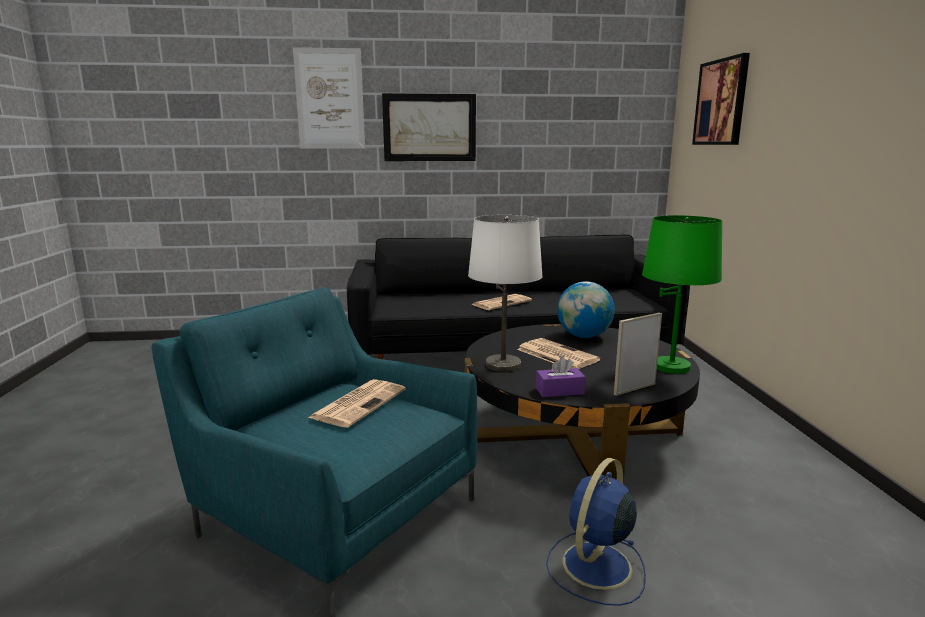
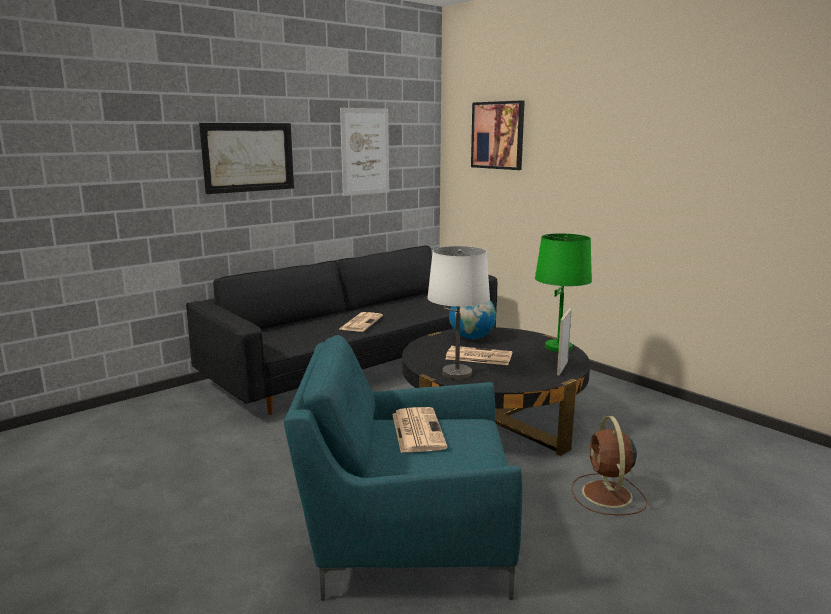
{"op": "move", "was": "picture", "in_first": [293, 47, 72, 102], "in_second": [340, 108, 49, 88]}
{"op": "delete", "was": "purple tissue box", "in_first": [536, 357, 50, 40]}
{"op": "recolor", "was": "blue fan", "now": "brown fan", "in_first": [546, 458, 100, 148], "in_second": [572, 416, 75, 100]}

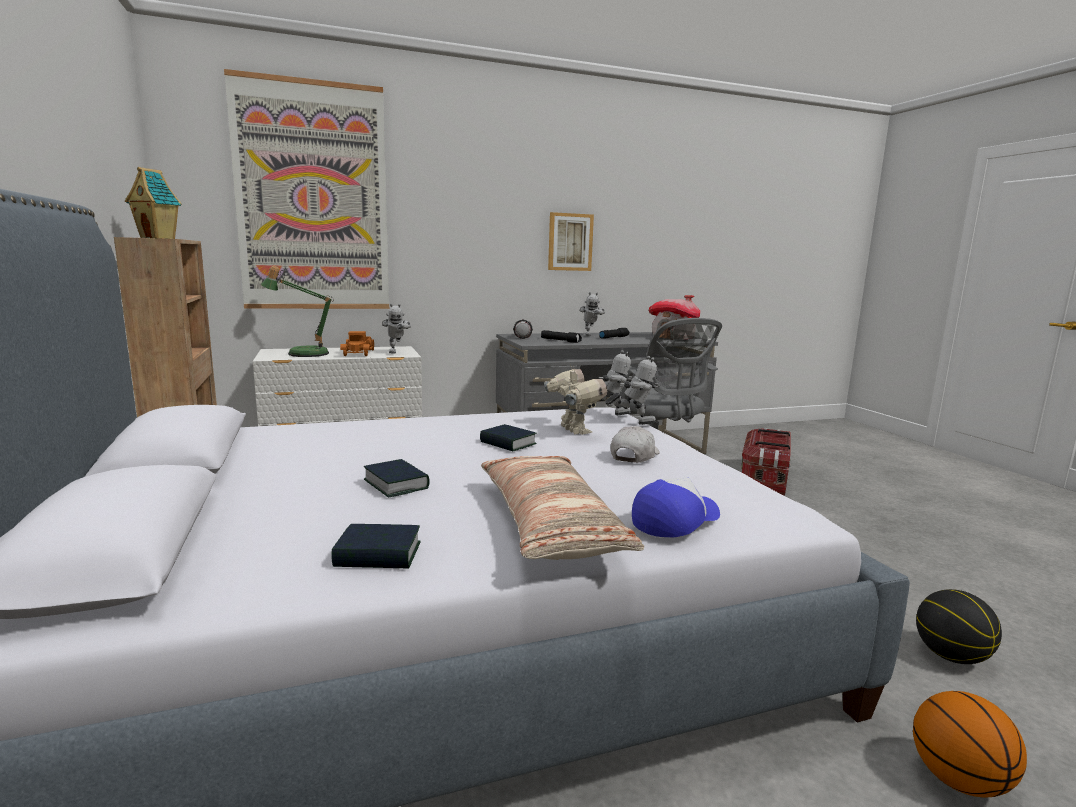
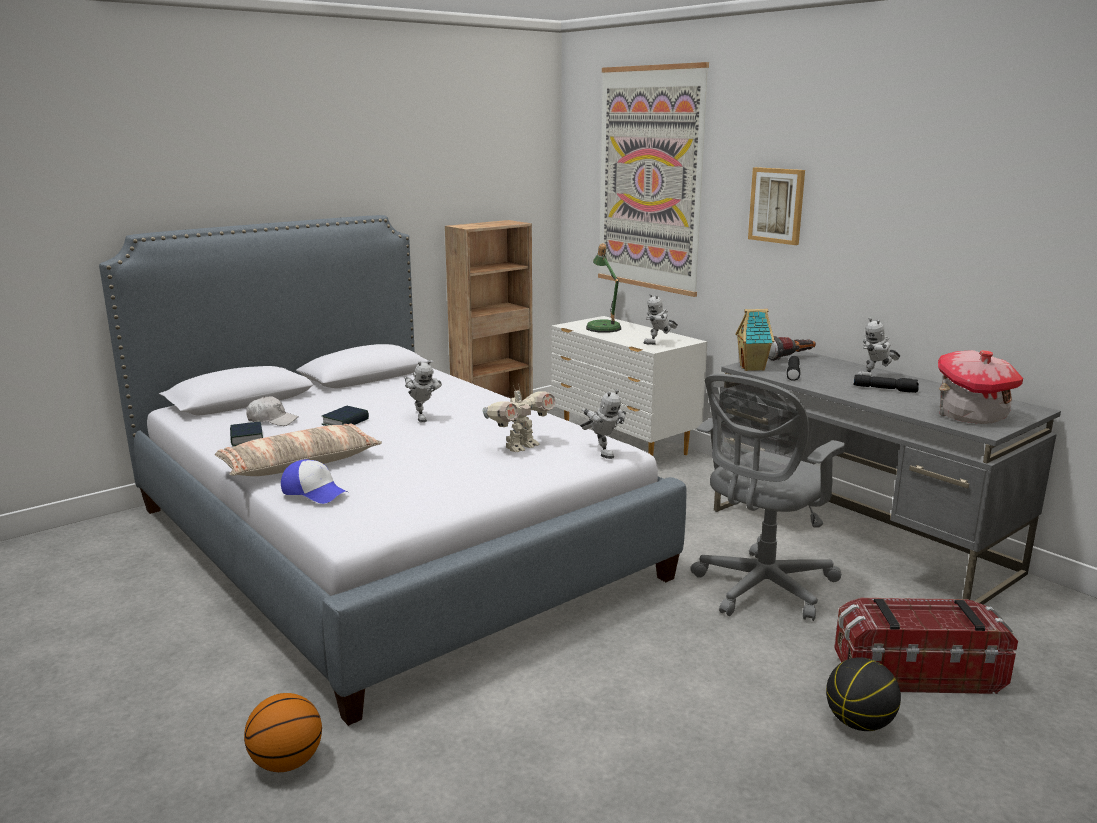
{"op": "move", "was": "toy house", "in_first": [125, 167, 57, 72], "in_second": [735, 309, 39, 62]}
{"op": "move", "was": "picture", "in_first": [548, 212, 46, 59], "in_second": [748, 167, 57, 78]}
{"op": "delete", "was": "toy truck", "in_first": [340, 331, 34, 25]}
{"op": "move", "was": "toy robot", "in_first": [605, 356, 55, 69], "in_second": [405, 360, 37, 62]}
{"op": "delete", "was": "book", "in_first": [480, 424, 56, 27]}
{"op": "move", "was": "white cap", "in_first": [611, 426, 49, 37], "in_second": [246, 396, 53, 30]}
{"op": "move", "was": "basketball", "in_first": [916, 589, 86, 75], "in_second": [826, 657, 75, 74]}

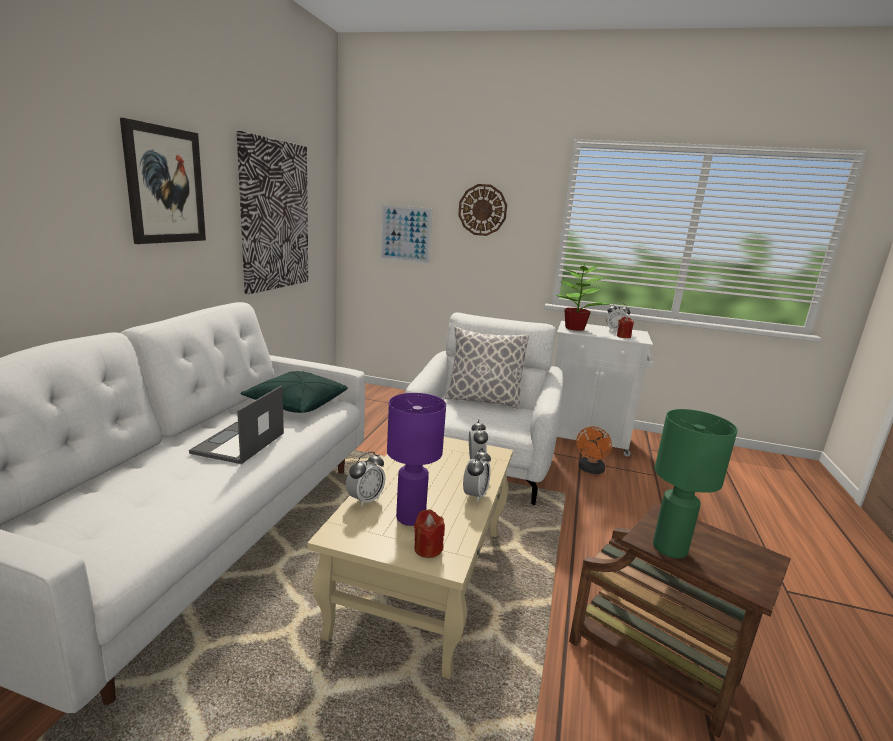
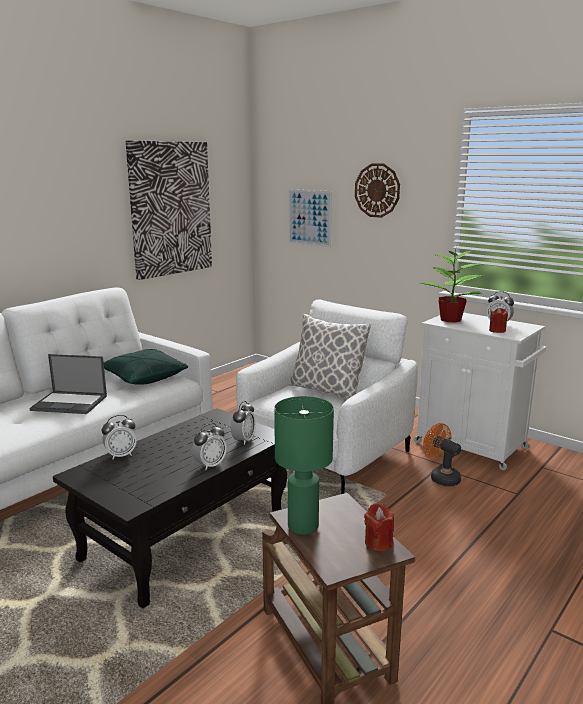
{"op": "delete", "was": "picture", "in_first": [120, 118, 86, 126]}
{"op": "rotate", "was": "laptop", "in_first": [189, 386, 95, 78], "in_second": [30, 354, 77, 60], "clockwise": -120}
{"op": "delete", "was": "purple table lamp", "in_first": [387, 393, 59, 133]}
{"op": "rotate", "was": "orange fan", "in_first": [576, 426, 36, 48], "in_second": [423, 423, 38, 63], "clockwise": 90}
{"op": "recolor", "was": "beige coffee table", "now": "black coffee table", "in_first": [308, 437, 205, 242], "in_second": [53, 408, 234, 201]}
{"op": "move", "was": "red candle", "in_first": [414, 509, 31, 49], "in_second": [364, 503, 30, 48]}

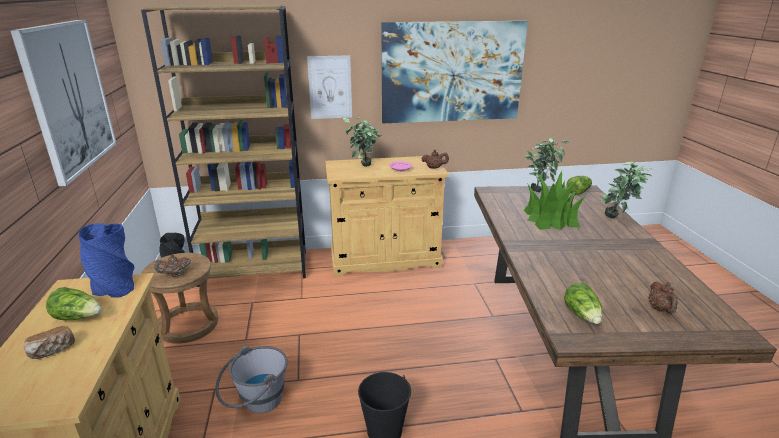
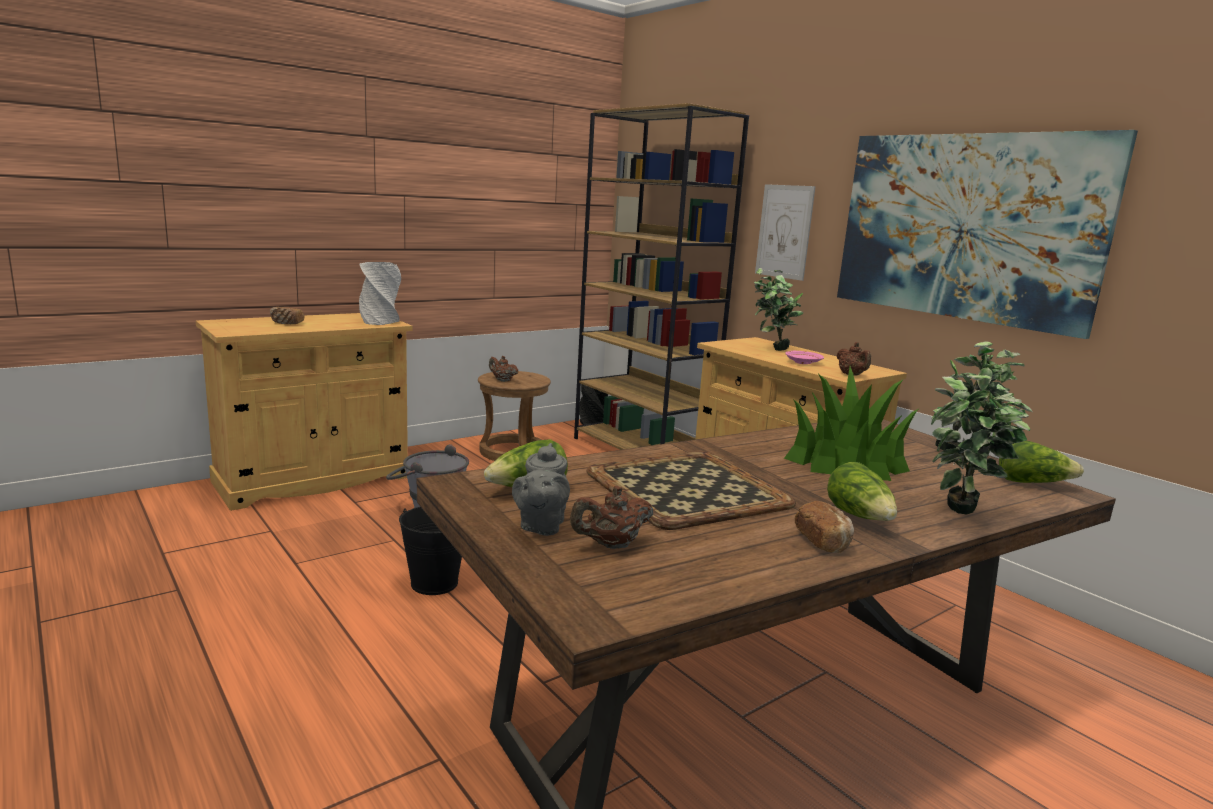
{"op": "delete", "was": "picture", "in_first": [10, 20, 107, 167]}
{"op": "recolor", "was": "blue vase", "now": "grey vase", "in_first": [79, 223, 55, 74], "in_second": [359, 262, 42, 63]}
{"op": "move", "was": "lettuce", "in_first": [46, 287, 56, 33], "in_second": [827, 462, 70, 59]}
{"op": "insert", "now": "grey teapot", "in_second": [512, 443, 58, 93]}
{"op": "insert", "now": "tray", "in_second": [586, 451, 210, 79]}
{"op": "insert", "now": "bread", "in_second": [795, 501, 59, 52]}

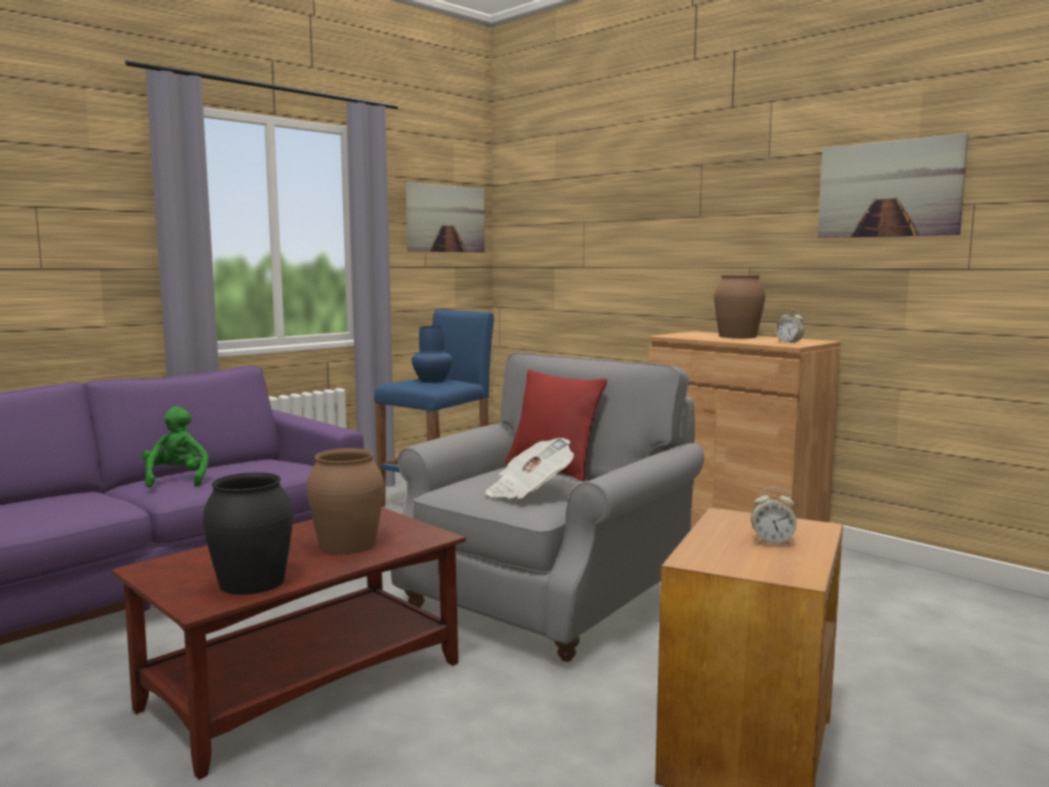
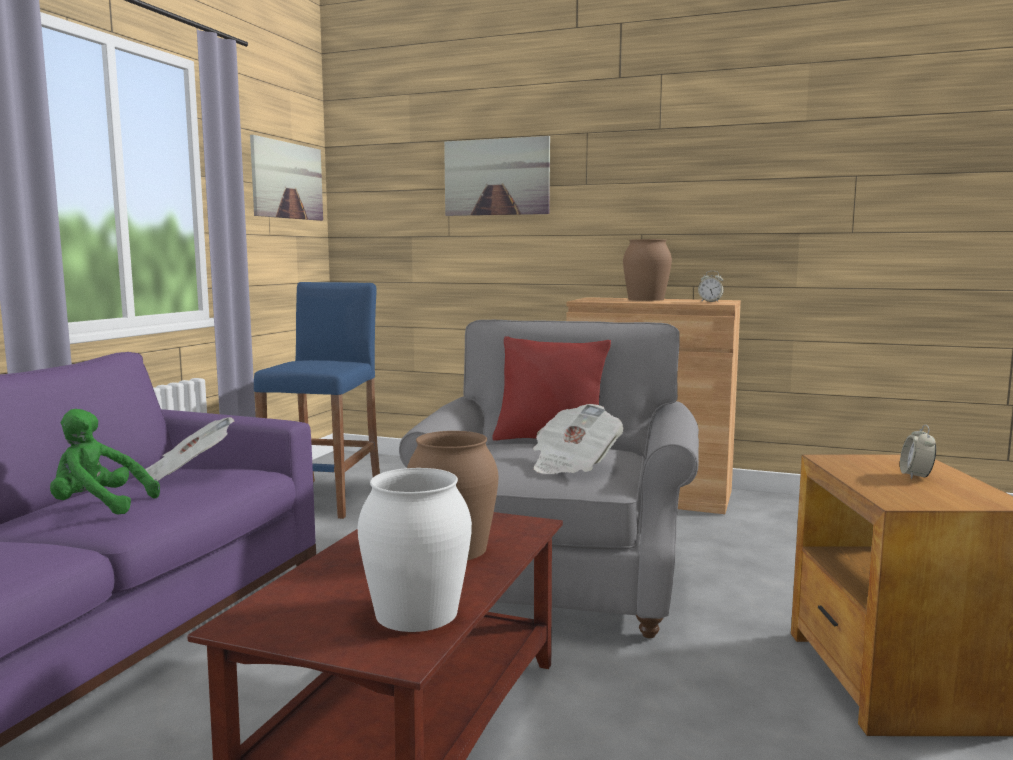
{"op": "move", "was": "picture", "in_first": [817, 133, 152, 105], "in_second": [444, 136, 106, 80]}
{"op": "delete", "was": "blue vase", "in_first": [412, 326, 41, 57]}
{"op": "rotate", "was": "green plush toy", "in_first": [142, 406, 66, 82], "in_second": [50, 409, 110, 106], "clockwise": -45}
{"op": "recolor", "was": "black vase", "now": "white vase", "in_first": [203, 472, 90, 123], "in_second": [357, 468, 115, 164]}
{"op": "rotate", "was": "alarm clock", "in_first": [751, 487, 46, 58], "in_second": [900, 425, 36, 54], "clockwise": 120}
{"op": "insert", "now": "newspaper", "in_second": [145, 417, 89, 64]}

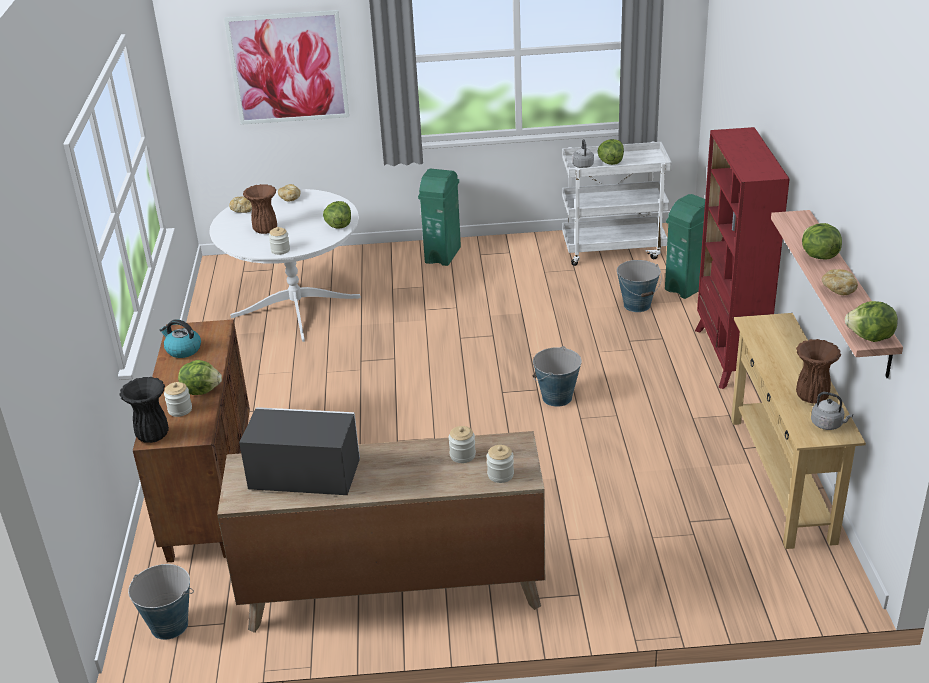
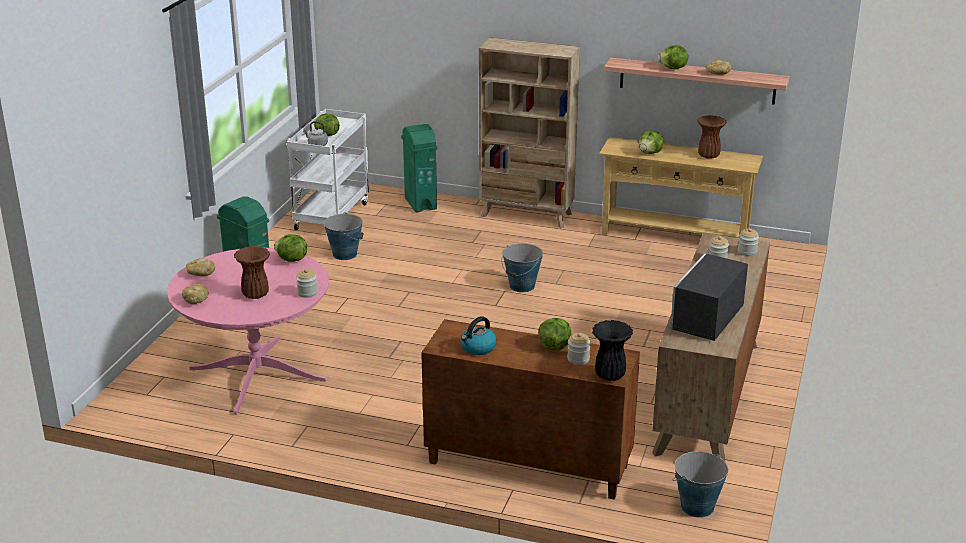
{"op": "delete", "was": "picture", "in_first": [224, 10, 125, 115]}
{"op": "recolor", "was": "red bookcase", "now": "beige bookcase", "in_first": [695, 127, 95, 262], "in_second": [479, 37, 101, 191]}
{"op": "recolor", "was": "white dining table", "now": "pink dining table", "in_first": [209, 189, 152, 153], "in_second": [167, 248, 162, 167]}
{"op": "move", "was": "bucket", "in_first": [617, 260, 45, 52], "in_second": [324, 212, 40, 48]}
{"op": "move", "was": "lettuce", "in_first": [845, 301, 53, 41], "in_second": [639, 130, 25, 24]}
{"op": "delete", "was": "grey kettle", "in_first": [811, 392, 42, 38]}

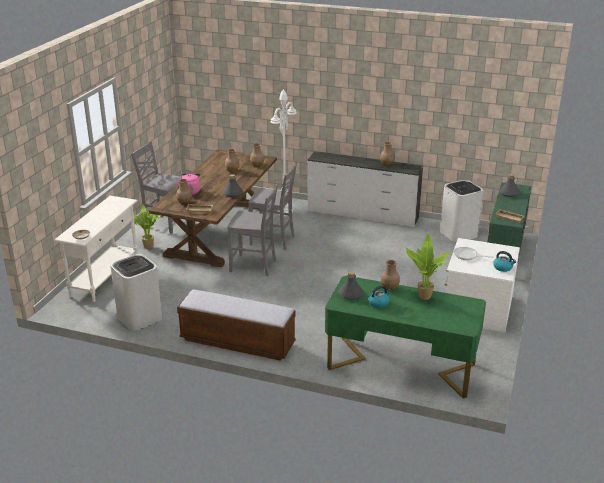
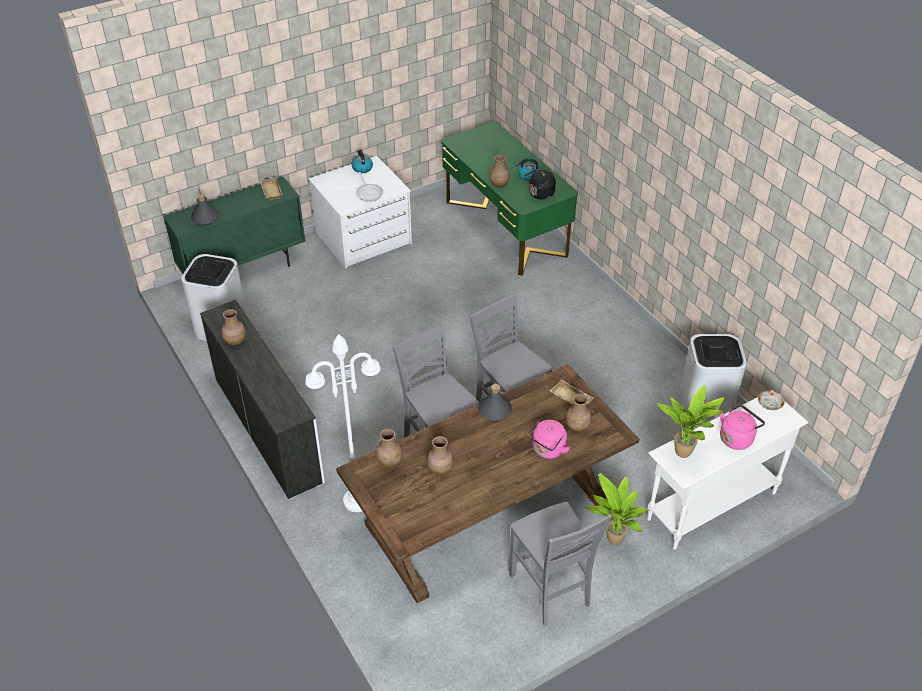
{"op": "move", "was": "potted plant", "in_first": [406, 234, 43, 66], "in_second": [657, 384, 67, 74]}
{"op": "replace", "was": "grey bottle", "now": "black kettle", "in_first": [338, 271, 26, 29], "in_second": [524, 169, 32, 31]}
{"op": "delete", "was": "bench", "in_first": [177, 290, 119, 71]}
{"op": "insert", "now": "pink kettle", "in_second": [720, 405, 45, 45]}

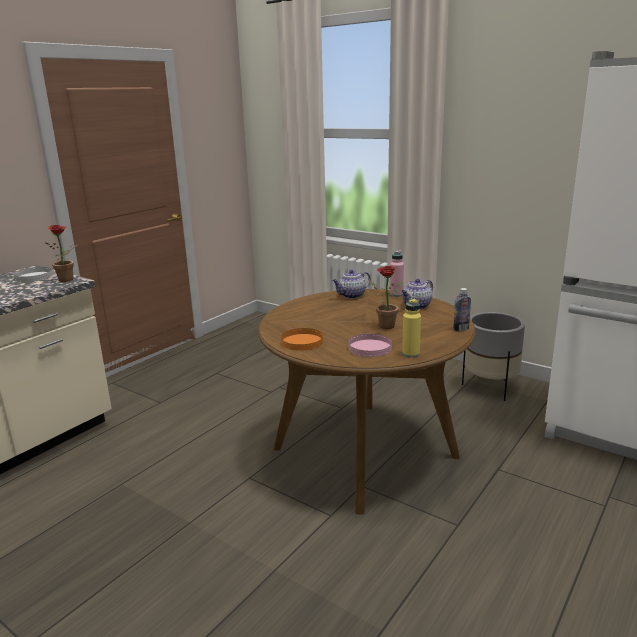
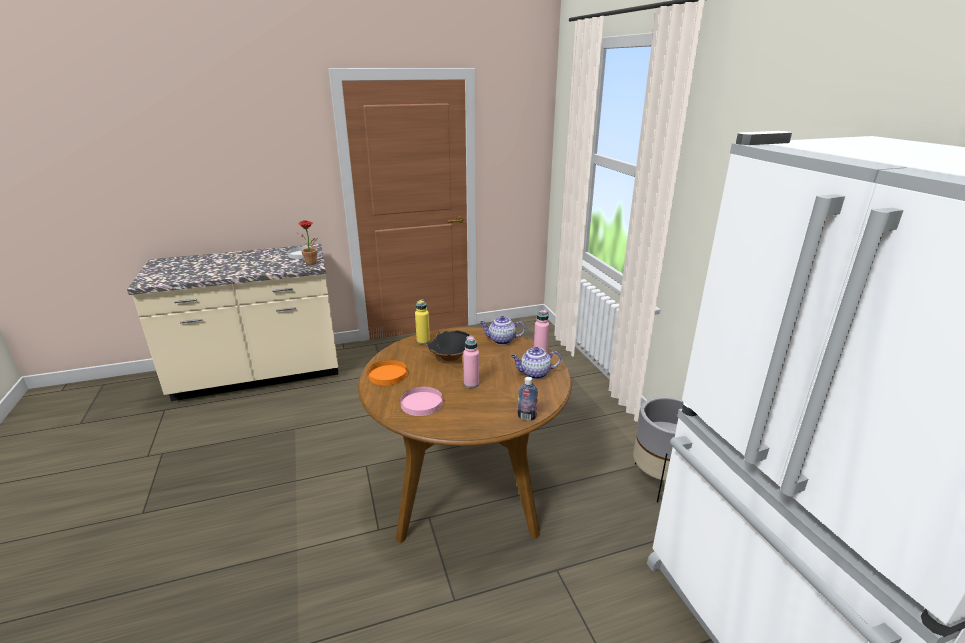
{"op": "replace", "was": "potted plant", "now": "pink bottle", "in_first": [369, 266, 33, 63], "in_second": [463, 336, 16, 52]}
{"op": "move", "was": "yellow bottle", "in_first": [402, 298, 19, 60], "in_second": [415, 299, 15, 45]}
{"op": "insert", "now": "black bowl", "in_second": [426, 330, 43, 31]}

